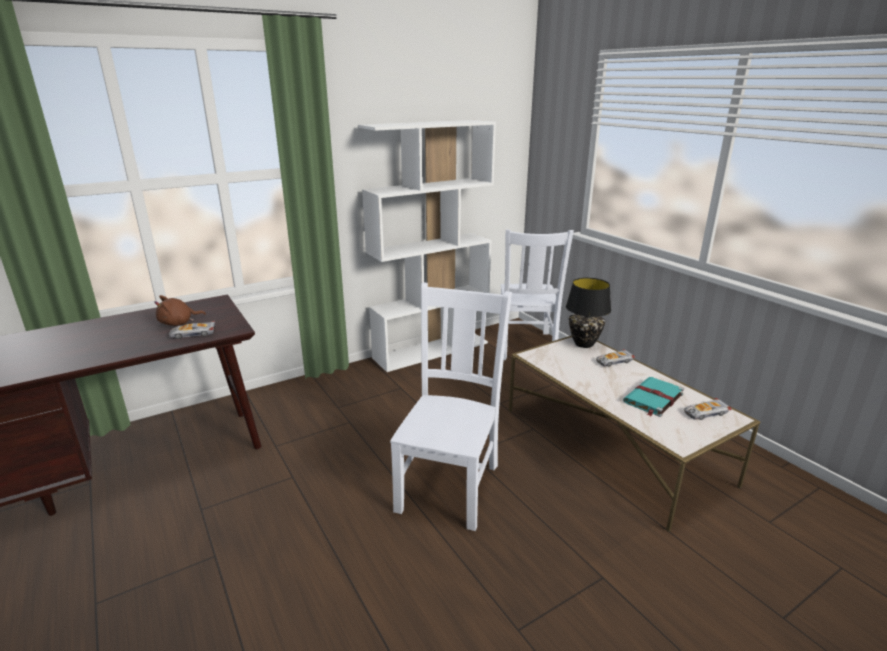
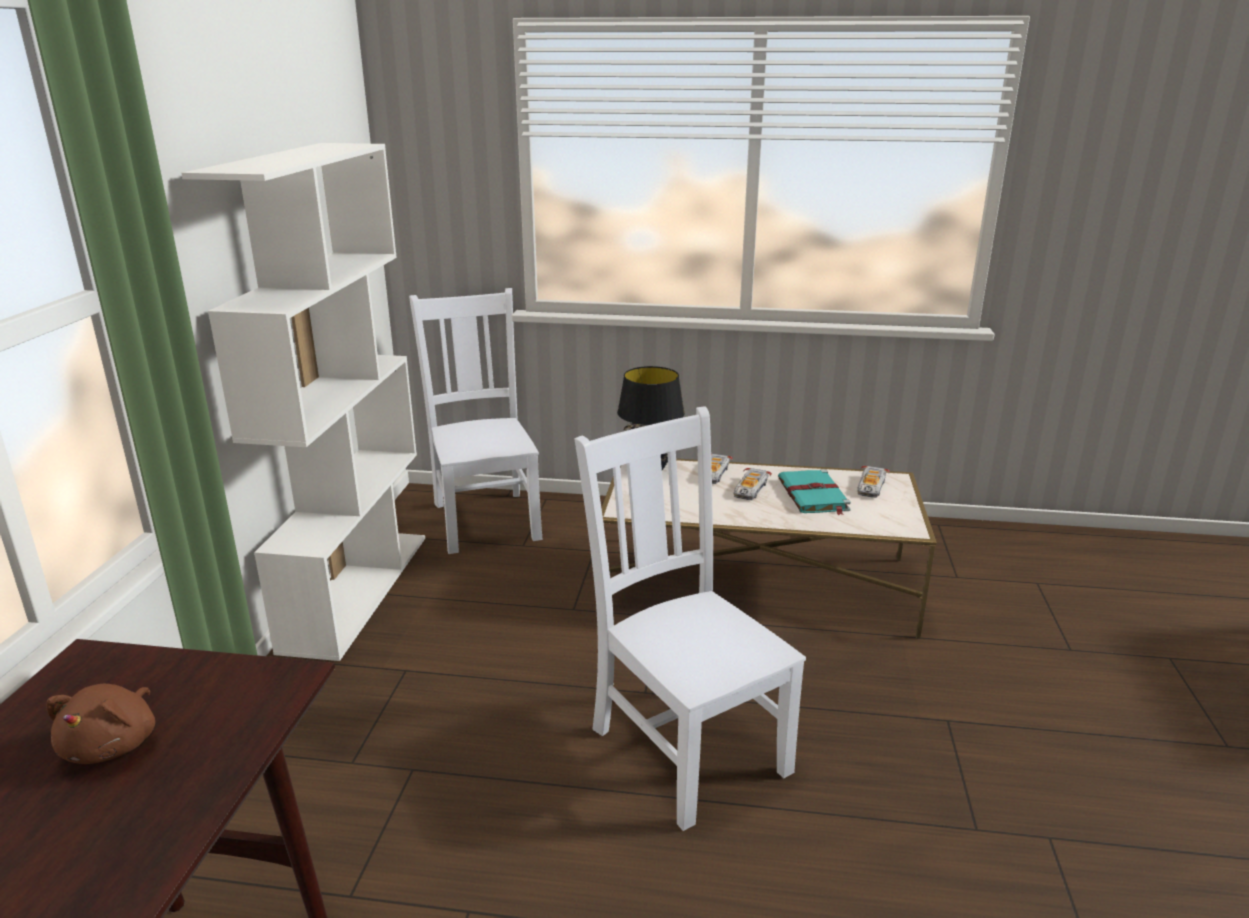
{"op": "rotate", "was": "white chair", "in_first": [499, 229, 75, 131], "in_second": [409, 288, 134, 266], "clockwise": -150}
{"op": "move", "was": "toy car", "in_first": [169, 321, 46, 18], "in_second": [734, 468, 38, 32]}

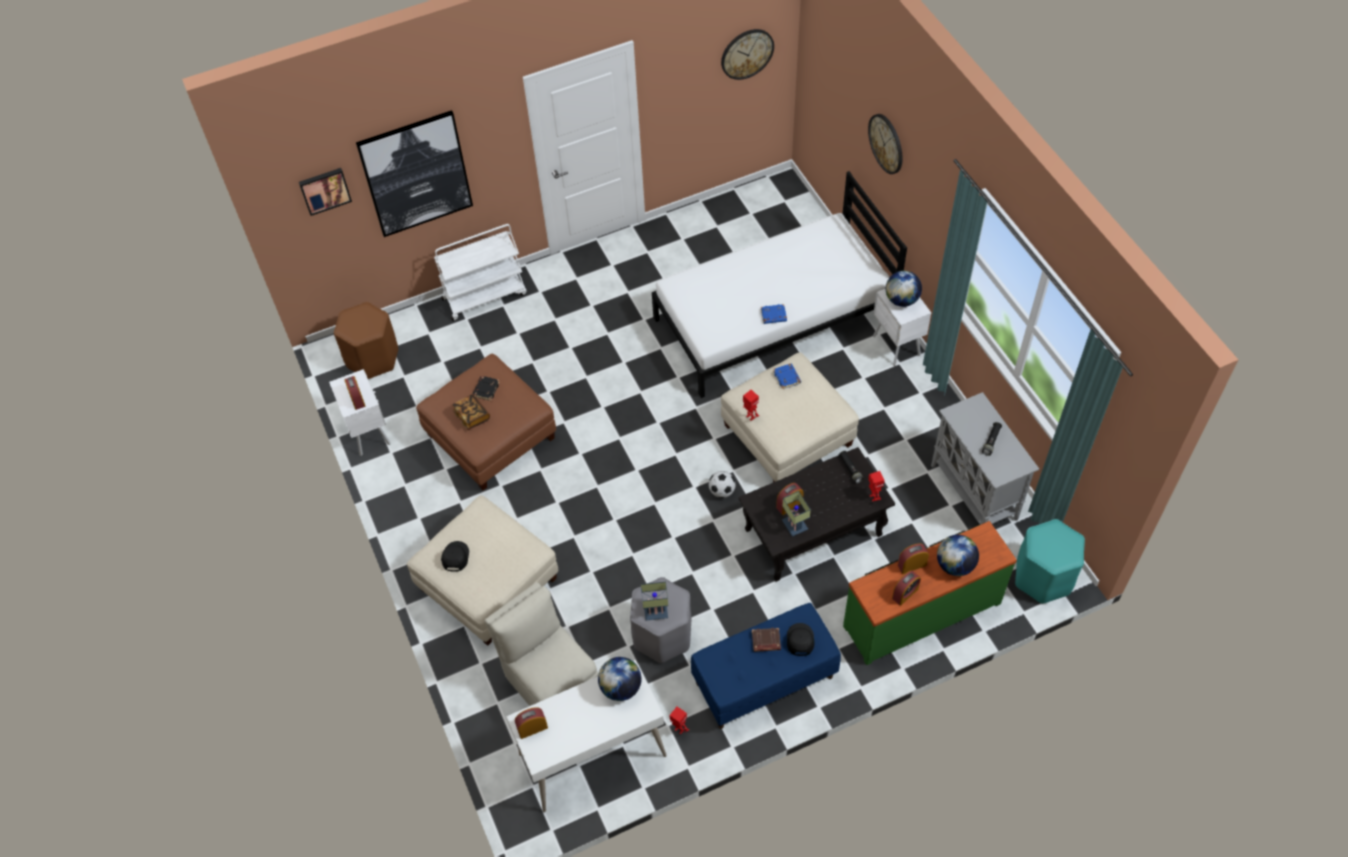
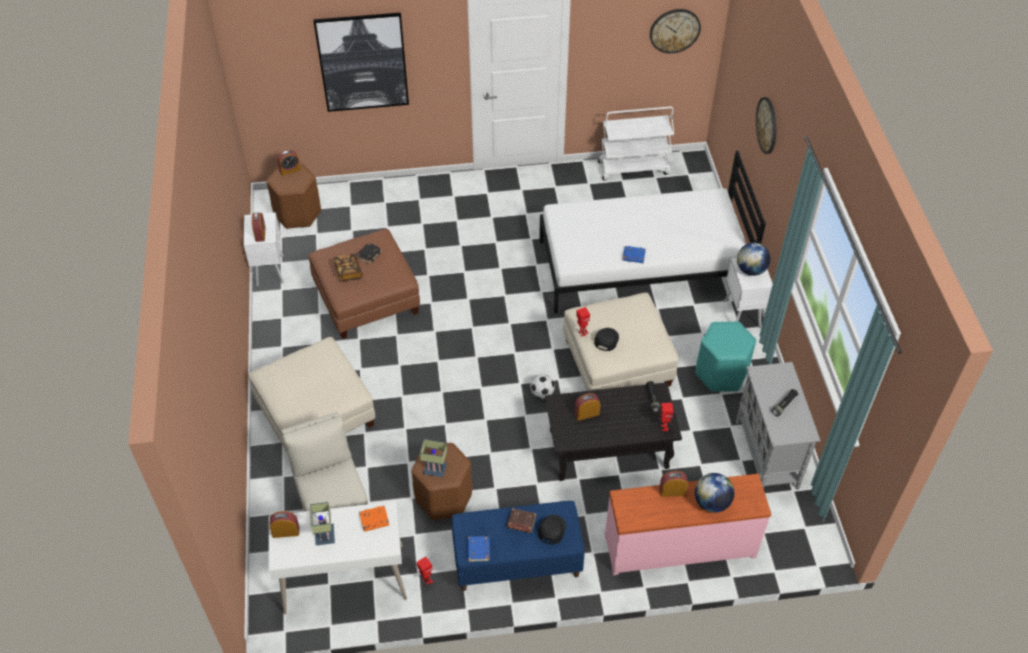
{"op": "delete", "was": "picture", "in_first": [299, 168, 53, 48]}
{"op": "move", "was": "white cart", "in_first": [434, 224, 93, 97], "in_second": [598, 106, 76, 74]}
{"op": "move", "was": "blue book", "in_first": [773, 363, 28, 26], "in_second": [468, 536, 22, 26]}
{"op": "move", "was": "table lamp", "in_first": [782, 491, 29, 46], "in_second": [310, 502, 25, 44]}
{"op": "move", "was": "turquoise stool", "in_first": [1015, 519, 70, 85], "in_second": [696, 321, 60, 71]}
{"op": "recolor", "was": "green dresser", "now": "pink dresser", "in_first": [843, 521, 174, 144], "in_second": [605, 474, 166, 101]}
{"op": "move", "was": "black cap", "in_first": [441, 541, 28, 31], "in_second": [594, 328, 25, 23]}
{"op": "move", "was": "alarm clock", "in_first": [892, 571, 29, 35], "in_second": [277, 150, 24, 26]}
{"op": "recolor", "was": "grey stool", "now": "brown stool", "in_first": [630, 577, 61, 86], "in_second": [411, 443, 61, 77]}
{"op": "replace", "was": "globe", "now": "orange book", "in_first": [598, 657, 43, 44], "in_second": [359, 505, 30, 27]}

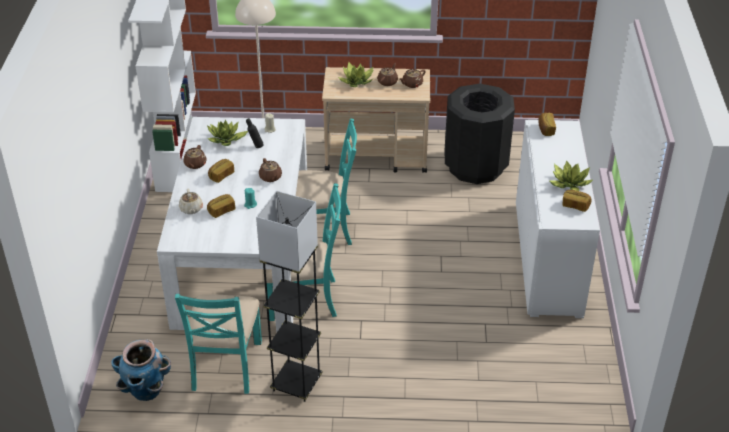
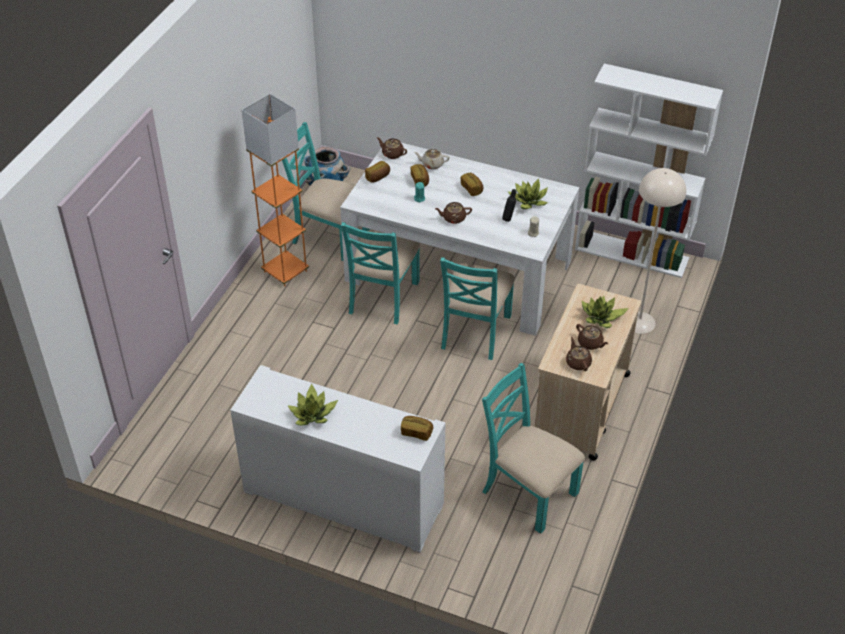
{"op": "replace", "was": "black trash can", "now": "turquoise chair", "in_first": [444, 83, 71, 101], "in_second": [482, 363, 103, 171]}
{"op": "move", "was": "brown teapot", "in_first": [183, 145, 24, 24], "in_second": [377, 137, 30, 22]}
{"op": "move", "was": "bread", "in_first": [563, 190, 29, 22], "in_second": [365, 161, 25, 22]}
{"op": "recolor", "was": "grey floor lamp", "now": "orange floor lamp", "in_first": [256, 191, 67, 211], "in_second": [242, 94, 67, 193]}

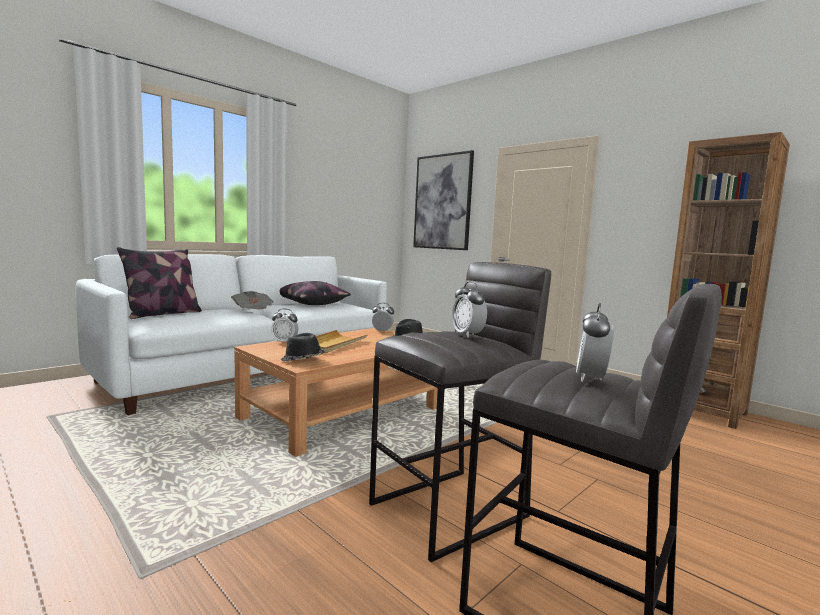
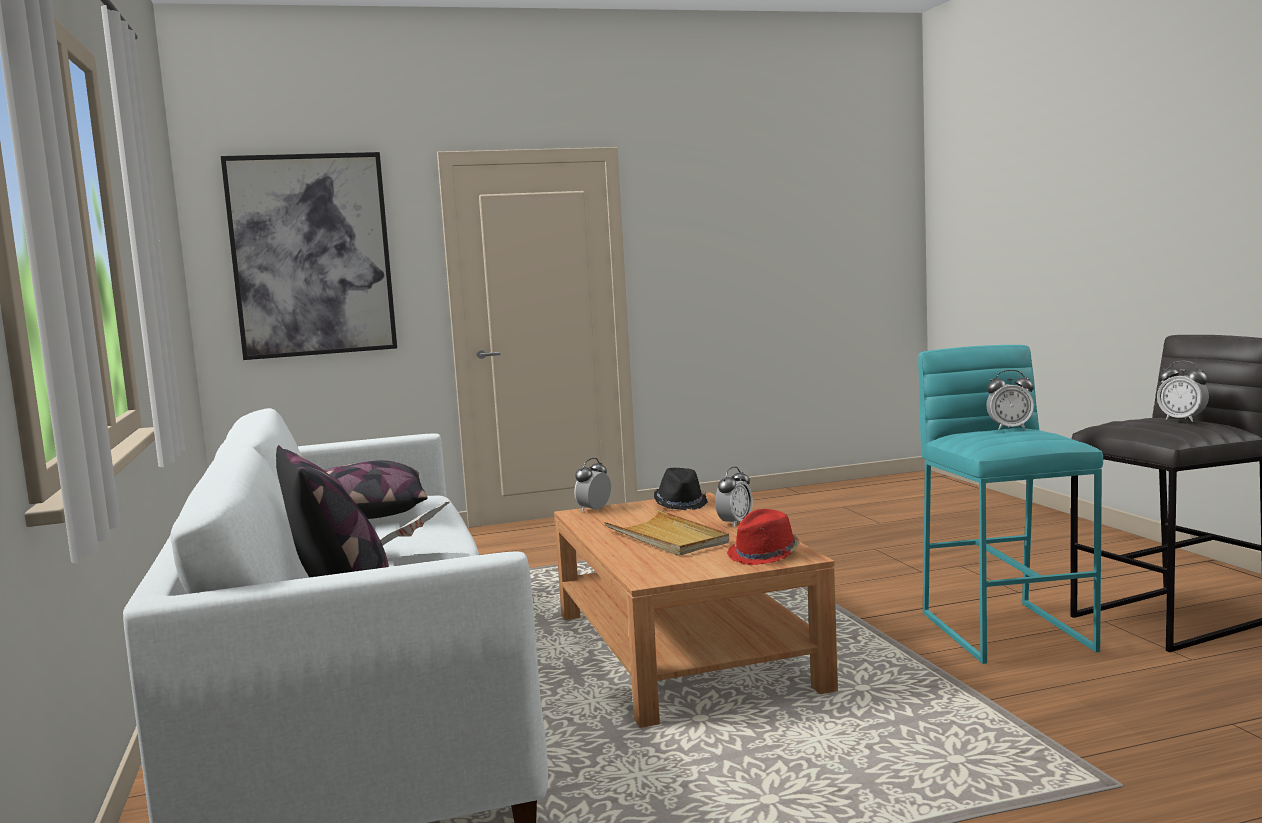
{"op": "delete", "was": "brown bookcase", "in_first": [667, 132, 123, 297]}
{"op": "recolor", "was": "grey stool", "now": "turquoise stool", "in_first": [369, 262, 182, 300], "in_second": [918, 345, 185, 319]}
{"op": "move", "was": "alarm clock", "in_first": [271, 309, 27, 34], "in_second": [715, 467, 38, 60]}
{"op": "recolor", "was": "black hat", "now": "red hat", "in_first": [281, 333, 44, 29], "in_second": [727, 509, 72, 56]}

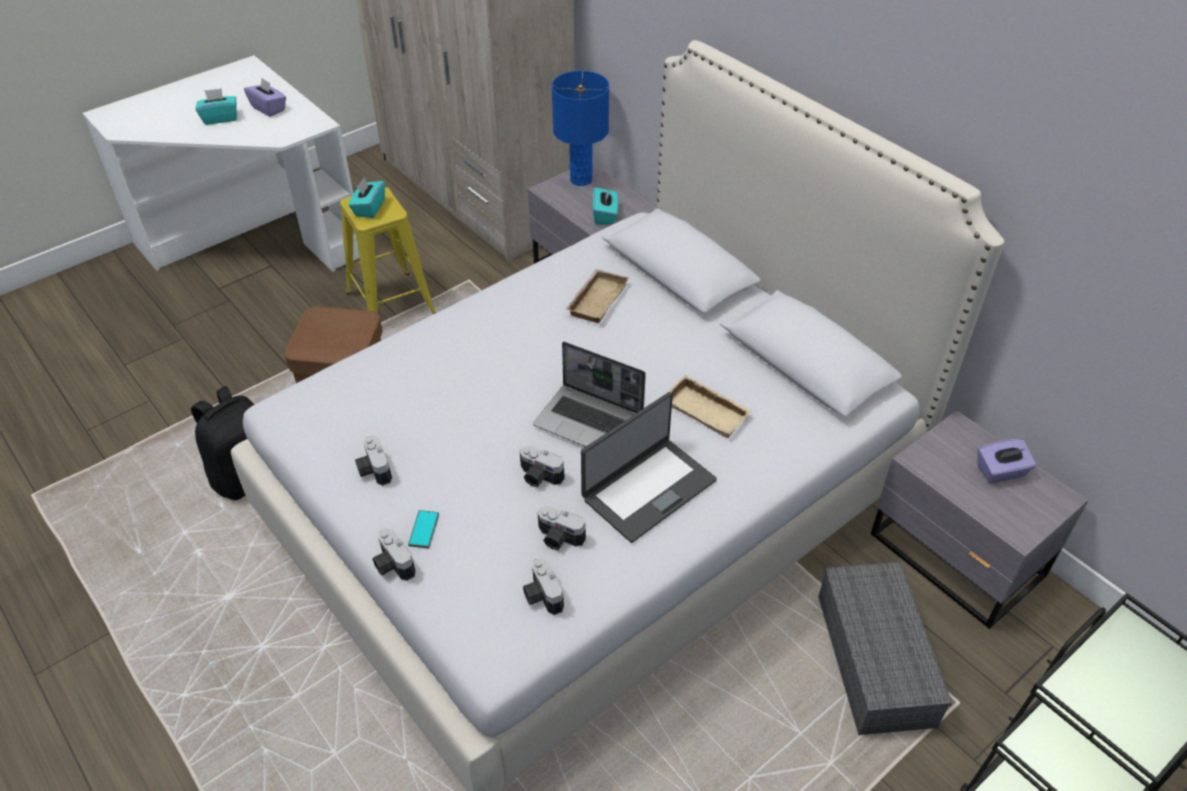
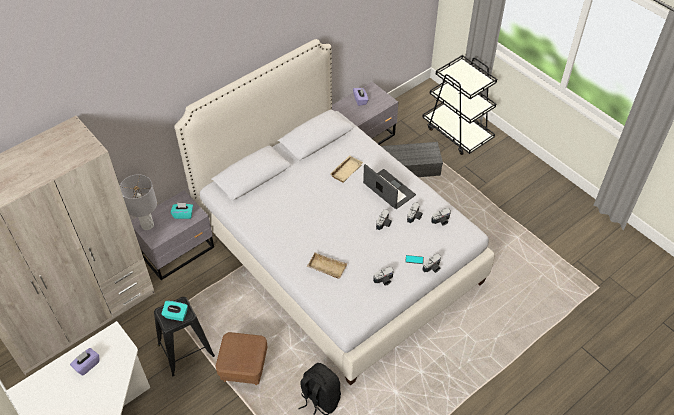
{"op": "recolor", "was": "blue table lamp", "now": "grey table lamp", "in_first": [552, 71, 57, 115], "in_second": [120, 174, 37, 56]}
{"op": "delete", "was": "turquoise tissue box", "in_first": [195, 88, 42, 37]}
{"op": "recolor", "was": "yellow stool", "now": "black stool", "in_first": [340, 187, 96, 127], "in_second": [154, 297, 61, 79]}
{"op": "move", "was": "beige tray", "in_first": [566, 269, 63, 54], "in_second": [307, 252, 41, 27]}
{"op": "delete", "was": "laptop", "in_first": [533, 341, 113, 106]}

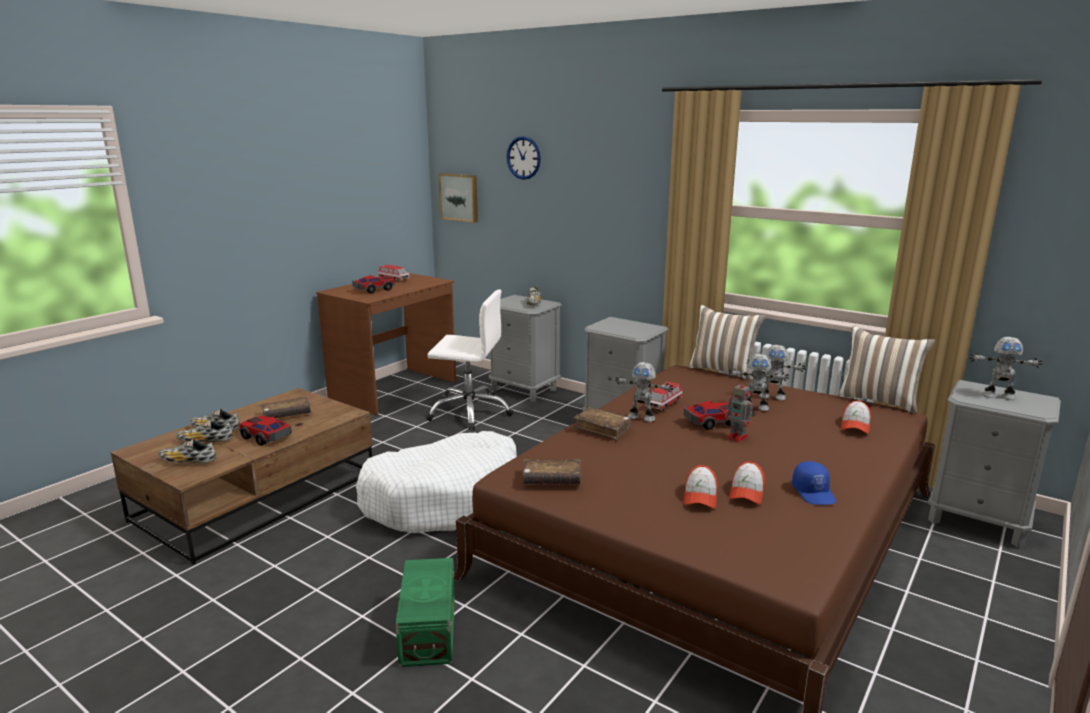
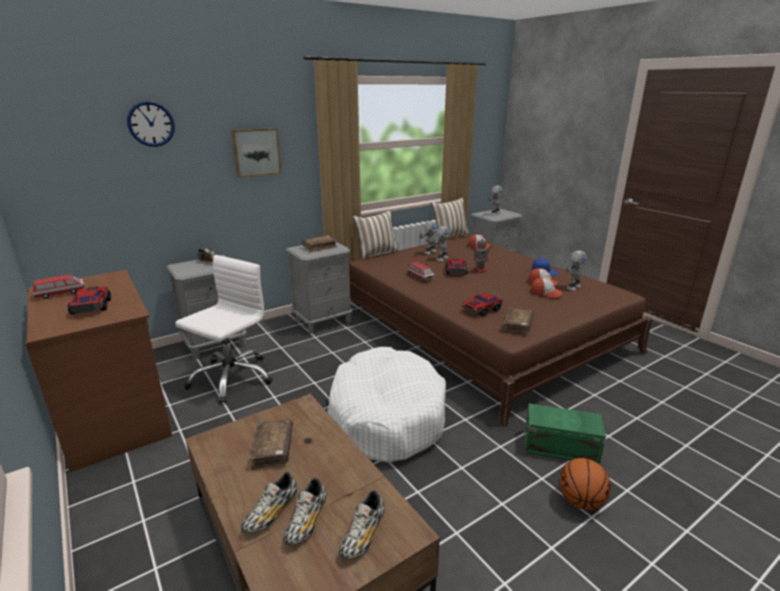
{"op": "move", "was": "picture", "in_first": [439, 173, 39, 50], "in_second": [231, 128, 50, 50]}
{"op": "move", "was": "toy robot", "in_first": [615, 362, 59, 60], "in_second": [566, 250, 21, 41]}
{"op": "move", "was": "brown book", "in_first": [573, 407, 59, 34], "in_second": [302, 235, 35, 17]}
{"op": "move", "was": "toy car", "in_first": [239, 416, 53, 30], "in_second": [463, 293, 40, 23]}
{"op": "insert", "now": "basketball", "in_second": [559, 458, 52, 52]}

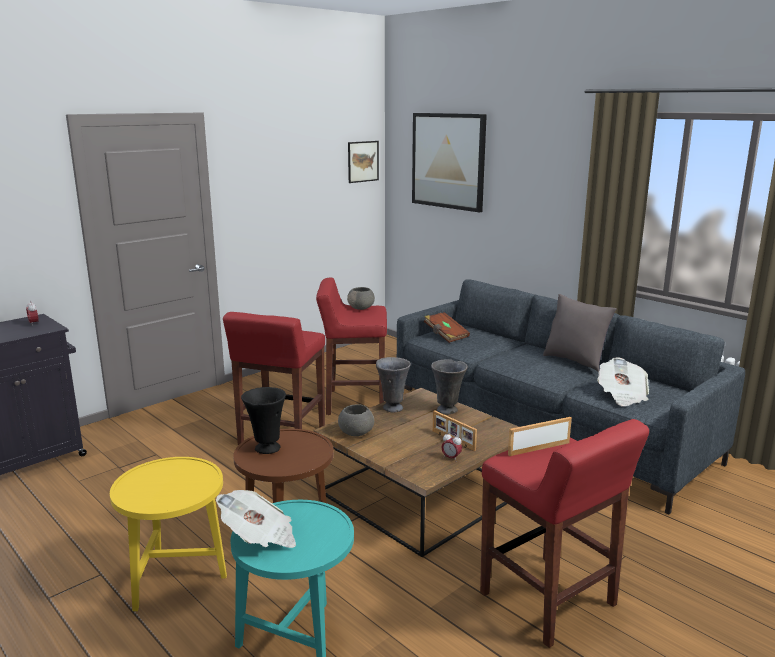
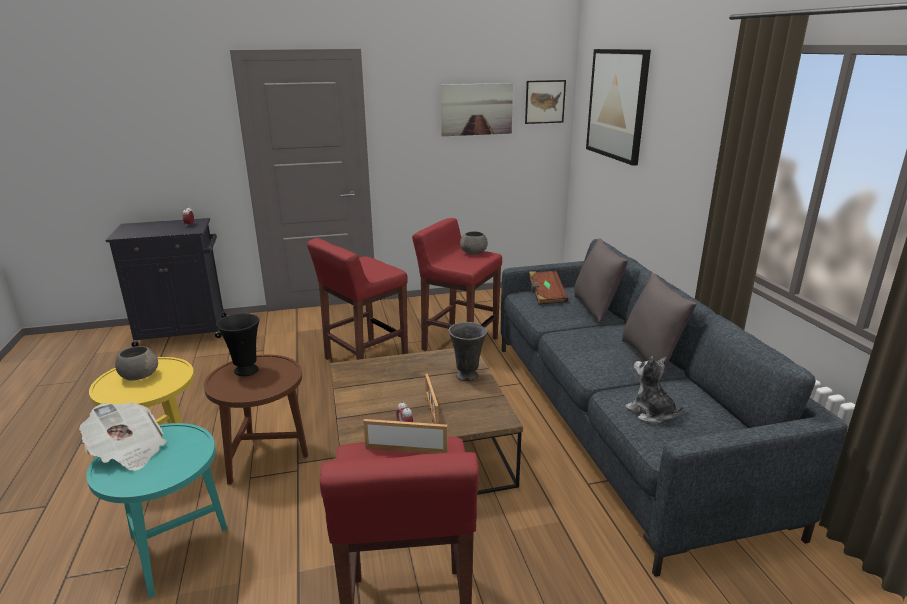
{"op": "delete", "was": "grey vase", "in_first": [376, 357, 35, 56]}
{"op": "replace", "was": "newspaper", "now": "plush toy", "in_first": [597, 357, 52, 49], "in_second": [625, 356, 59, 68]}
{"op": "move", "was": "grey bowl", "in_first": [338, 404, 36, 32], "in_second": [115, 346, 43, 35]}
{"op": "insert", "now": "picture", "in_second": [441, 83, 72, 53]}
{"op": "insert", "now": "grey pillow", "in_second": [574, 238, 54, 84]}

